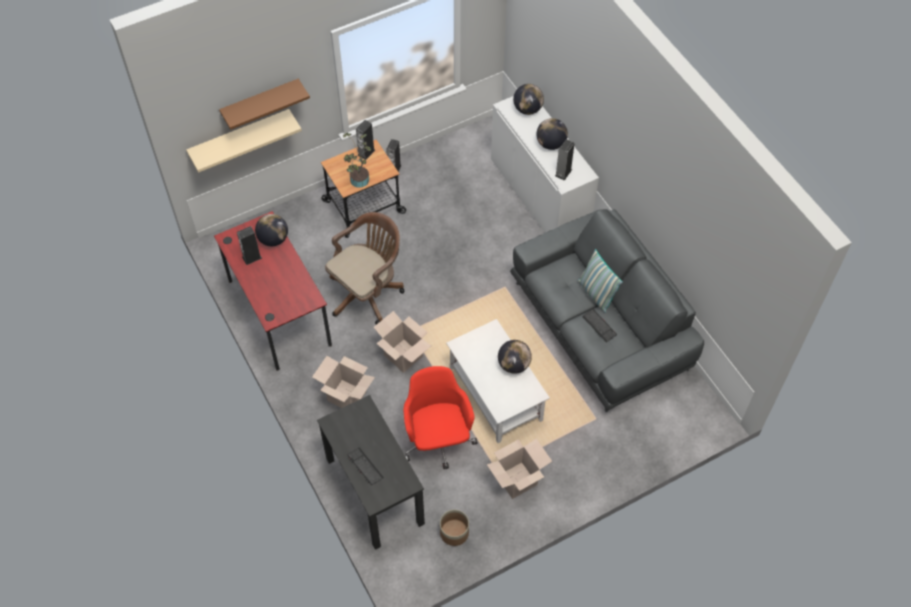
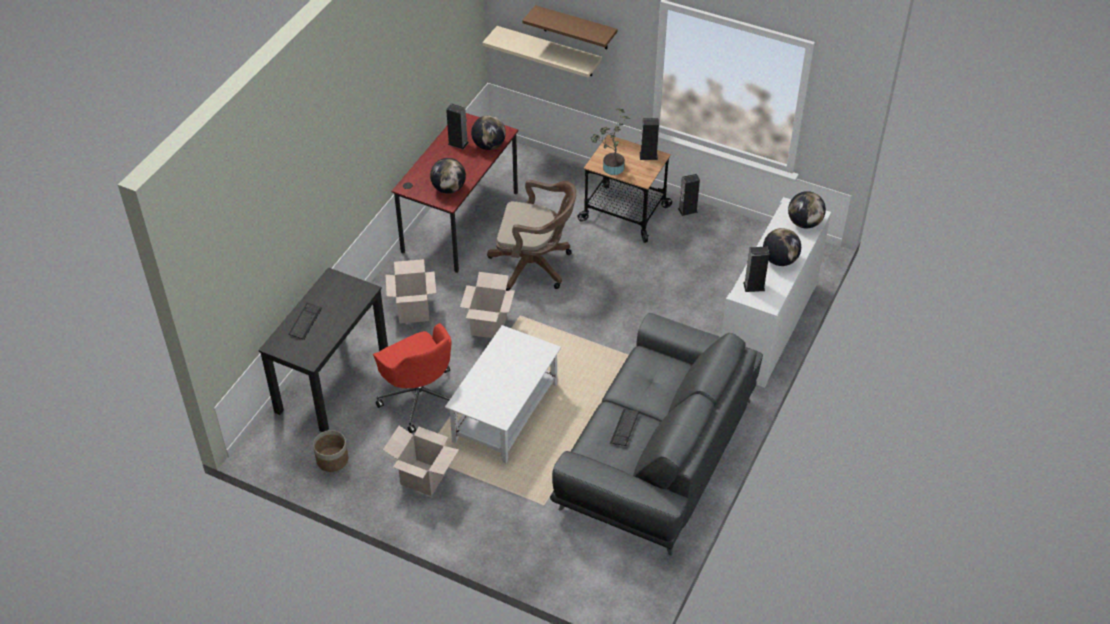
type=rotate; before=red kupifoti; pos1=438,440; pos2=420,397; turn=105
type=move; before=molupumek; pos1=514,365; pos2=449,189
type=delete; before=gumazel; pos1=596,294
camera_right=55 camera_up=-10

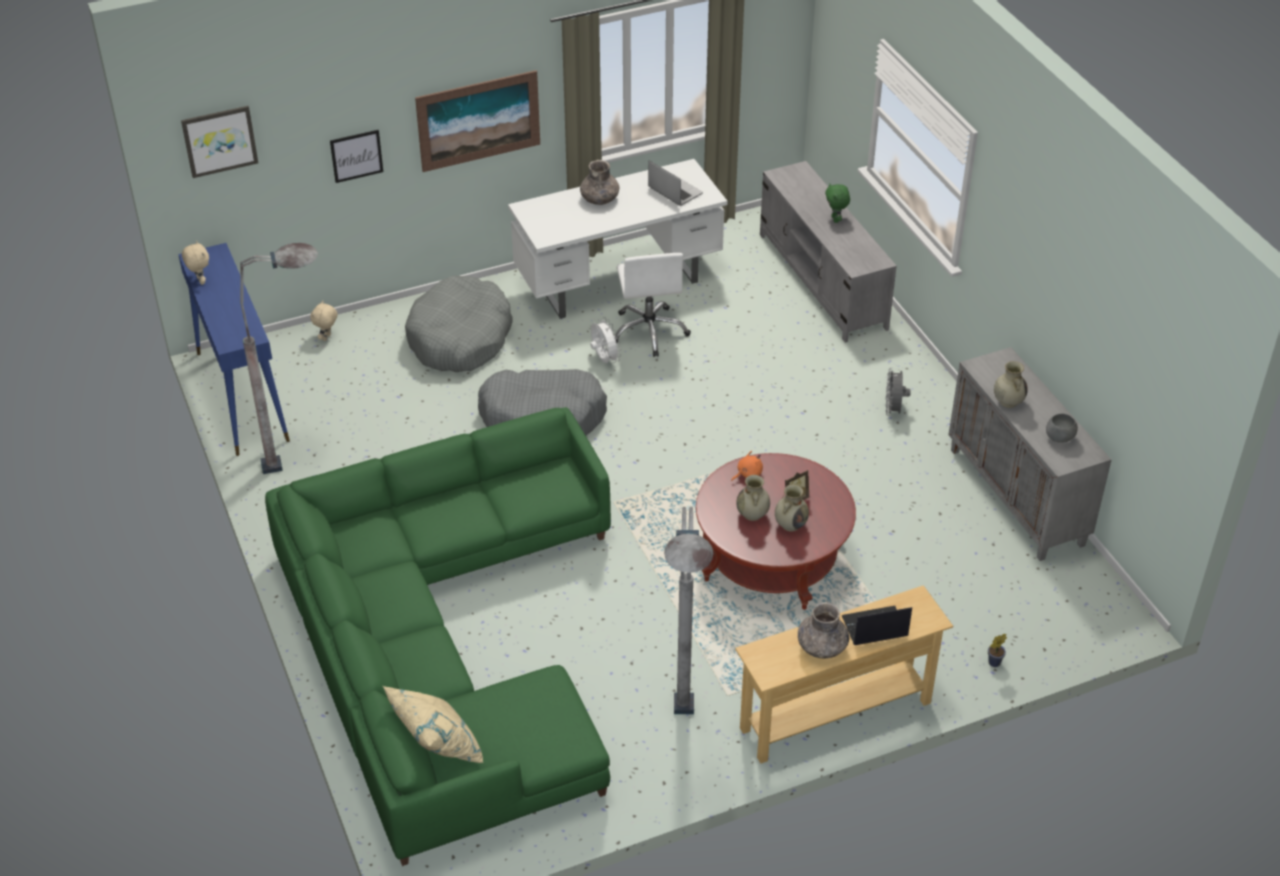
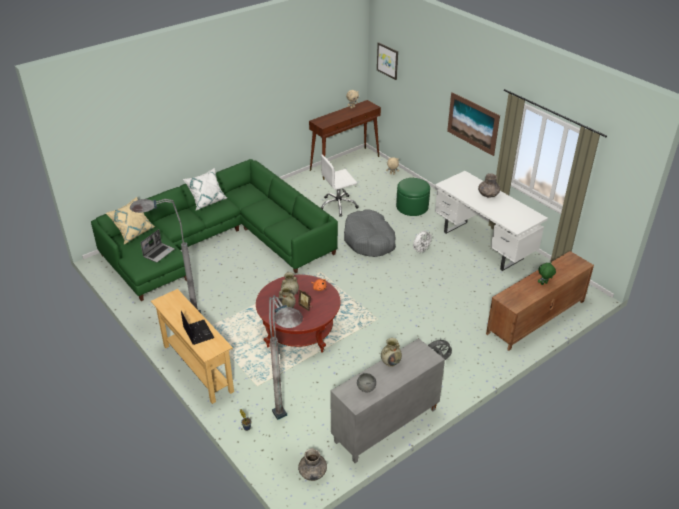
type=move; before=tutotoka; pos1=674,191; pos2=159,253
type=insert; after=white gumazel; pos2=207,201
type=move; before=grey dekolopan; pos1=311,460; pos2=290,431
type=move; before=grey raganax; pos1=821,647; pos2=312,472
type=recolor; before=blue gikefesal; after=brown gikefesal; pos1=241,395; pos2=345,163
type=move; before=white kupifoti; pos1=649,331; pos2=338,205
type=replace; before=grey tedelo; after=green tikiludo; pos1=460,338; pos2=412,207
type=recolor; before=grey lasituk; after=brown lasituk; pos1=822,281; pos2=535,317
type=delete; before=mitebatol; pos1=356,156
camera_right=75 camera_up=-5

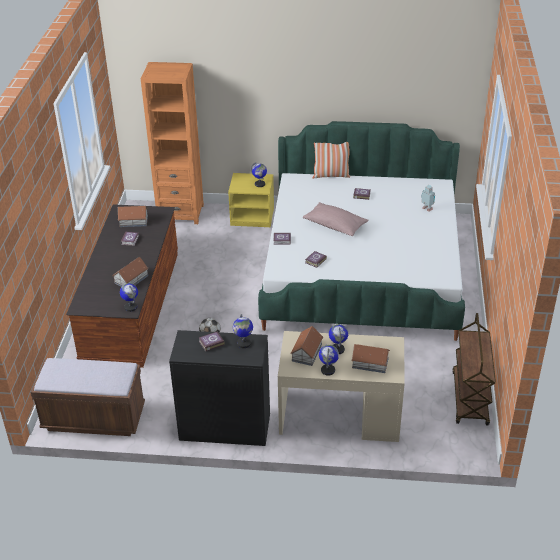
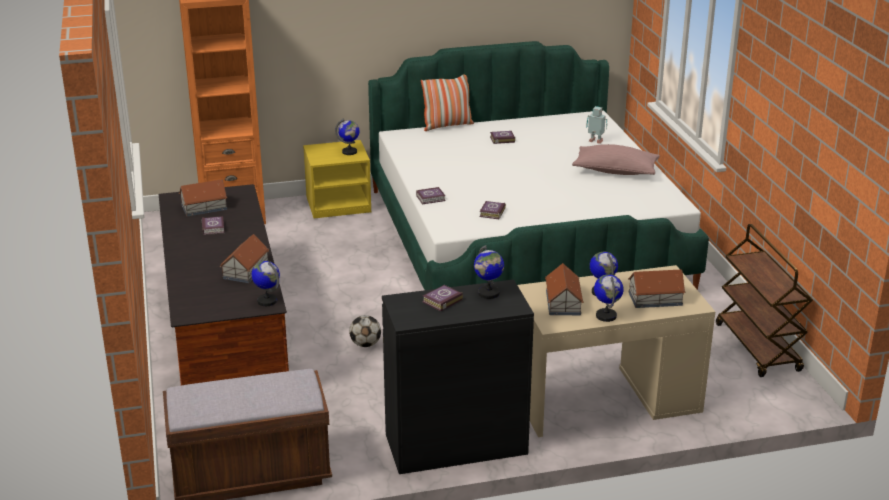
type=move; before=pink gumazel; pos1=335,226; pos2=615,171
camera_right=-20 camera_up=-10

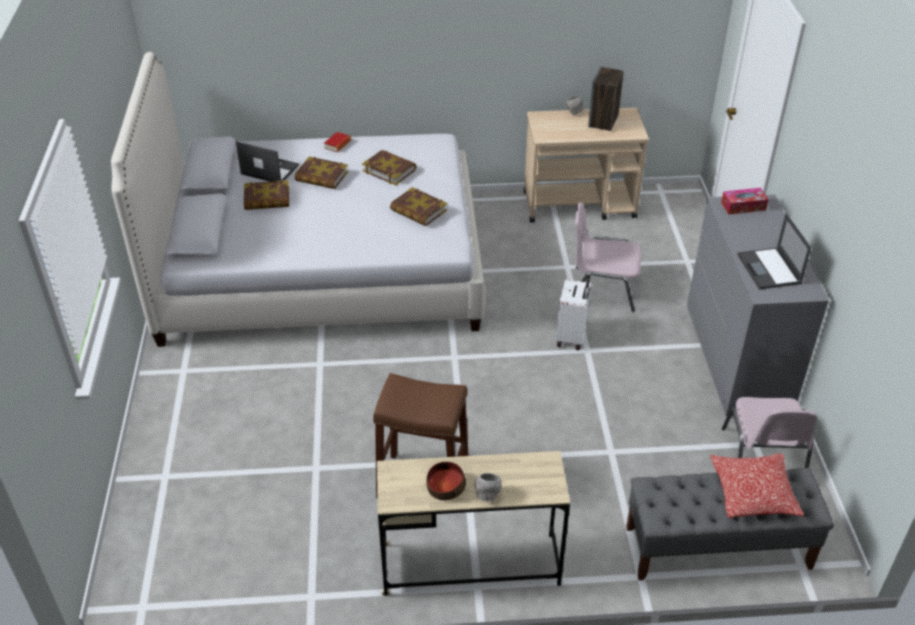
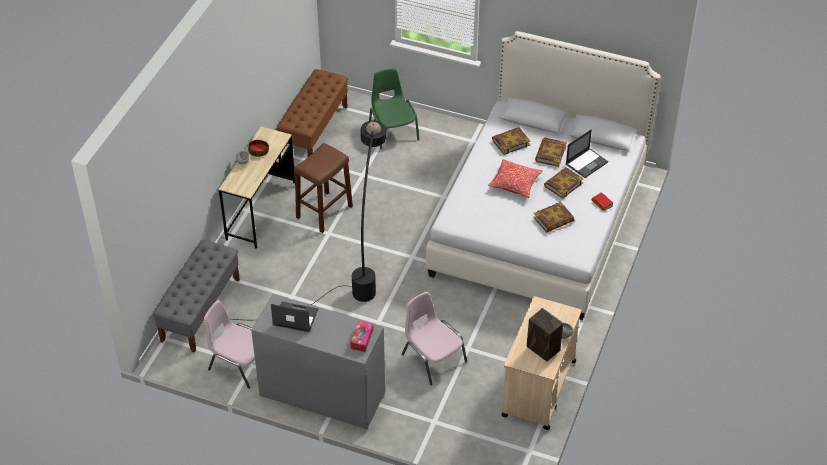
type=insert; after=black dekolopan; pos2=354,271
type=insert; after=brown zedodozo; pos2=314,131
type=insert; after=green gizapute; pos2=393,130
type=rotate; before=pink gizapute; pos1=603,288; pos2=433,358; turn=-75
type=move; before=gumazel; pos1=753,493; pos2=515,183
type=move; before=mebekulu; pos1=418,211; pos2=510,142
type=delete; before=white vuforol; pos1=572,337
camera_right=115 camera_up=5

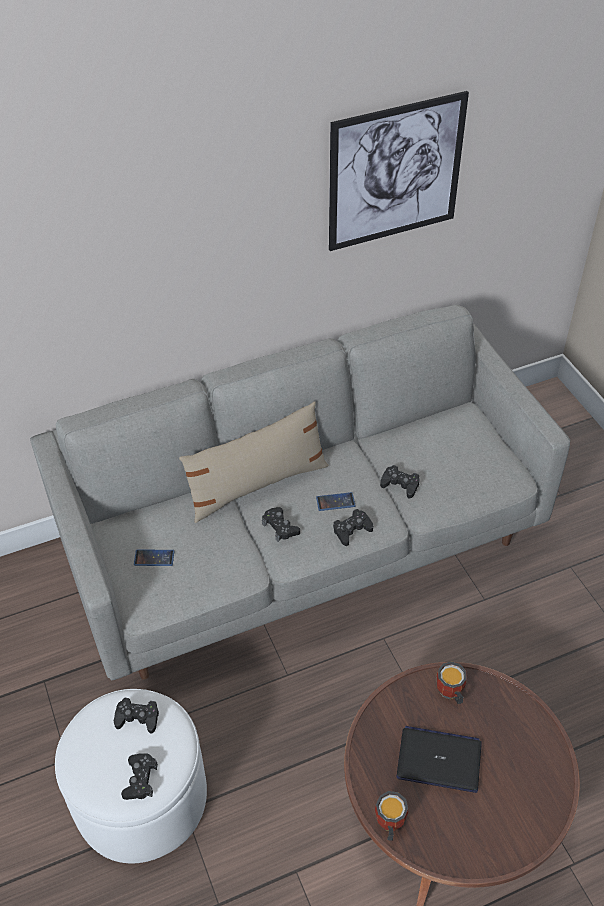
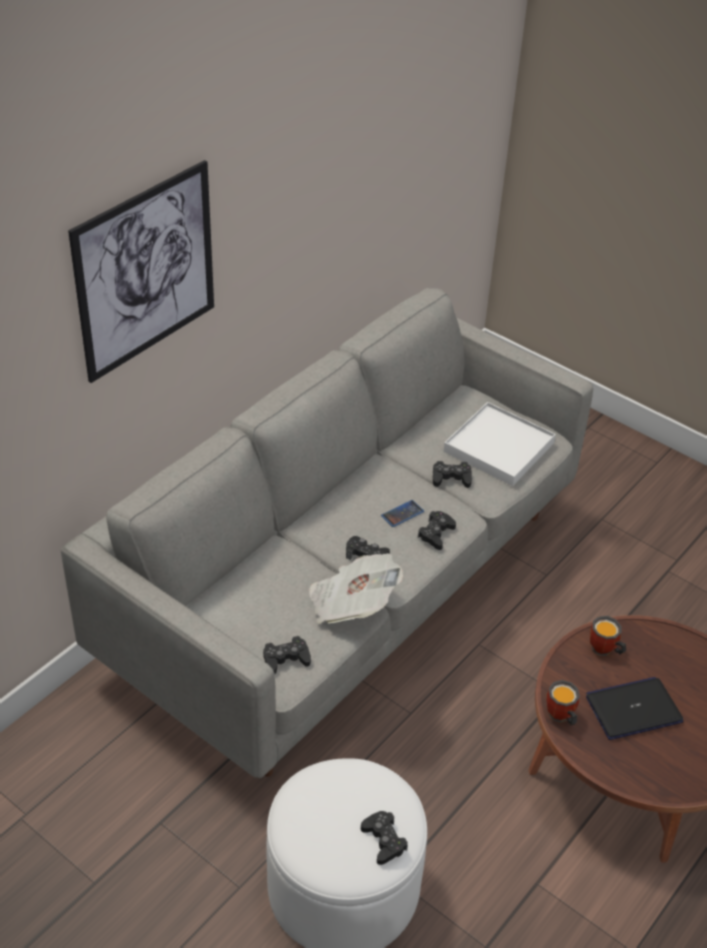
type=move; before=mitebatol; pos1=395,172; pos2=146,271
type=move; before=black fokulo; pos1=137,718; pos2=286,659
type=insert; after=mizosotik; pos2=352,604
type=insert; after=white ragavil; pos2=499,447
type=move; before=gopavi; pos1=388,825; pos2=559,717
type=delete; before=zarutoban; pos1=154,558
type=delete; before=beige gumazel; pos1=257,485
camera_right=-30 camera_up=-5

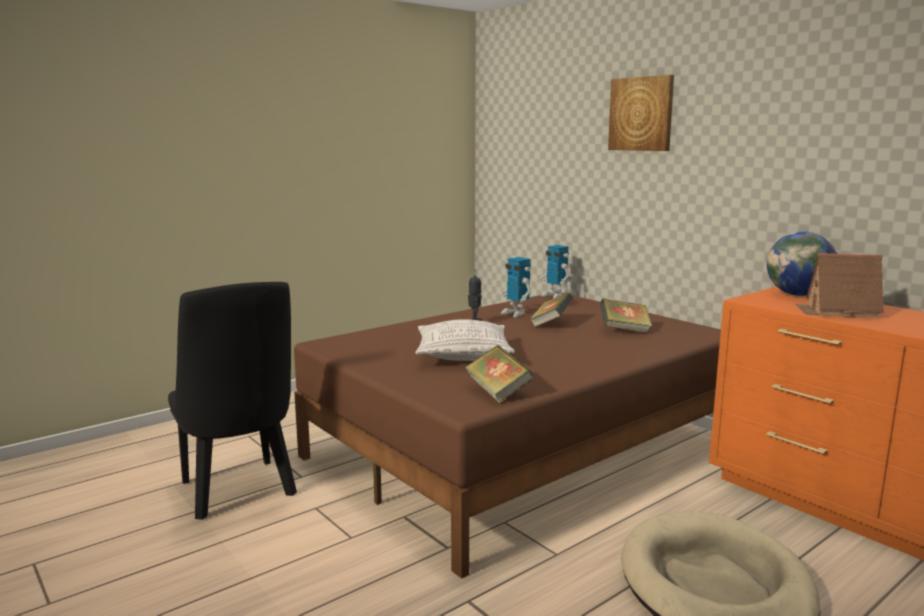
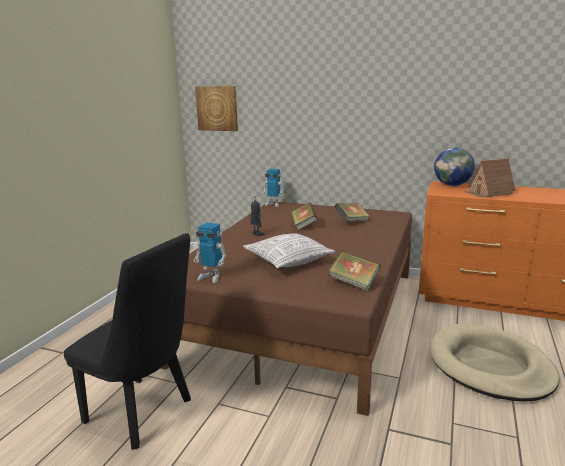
type=move; before=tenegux; pos1=515,313; pos2=211,277
type=move; before=mitebatol; pos1=641,114; pos2=217,108
camera_right=-30 camera_up=5

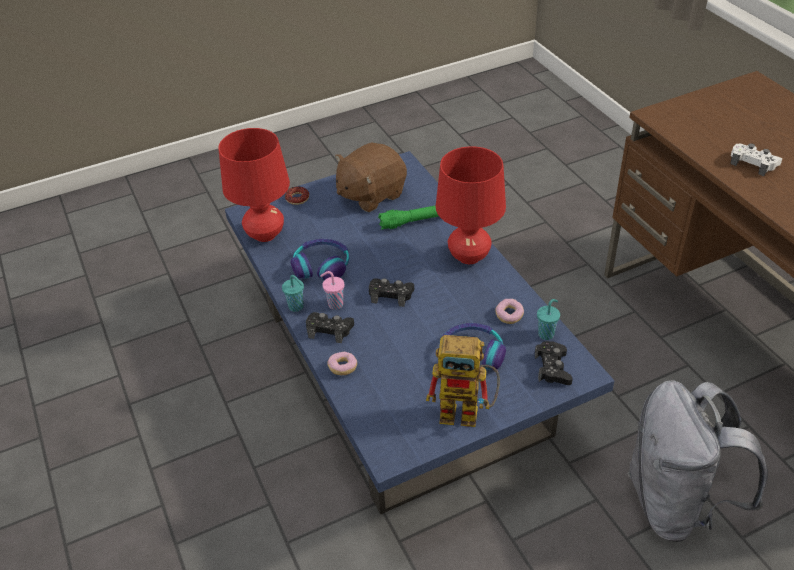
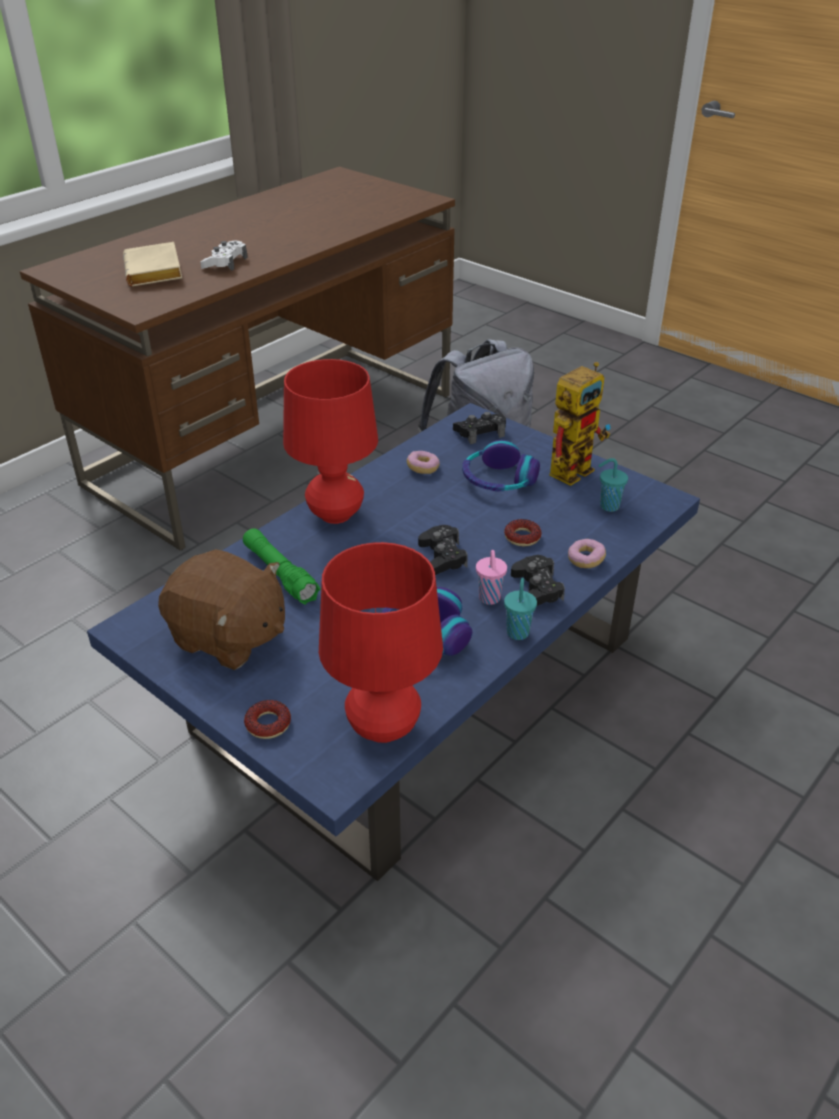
type=insert; after=beige mebekulu; pos2=156,272
type=insert; after=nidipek; pos2=522,537
type=rotate; before=tenegux; pos1=468,412; pos2=574,467; turn=60
type=move; before=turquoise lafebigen; pos1=546,334; pos2=608,506
camera_right=-115 camera_up=-5

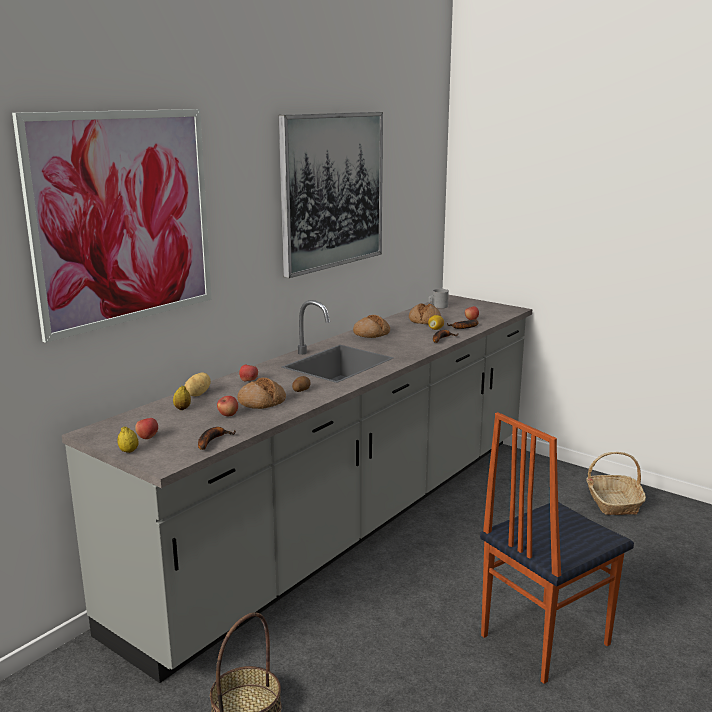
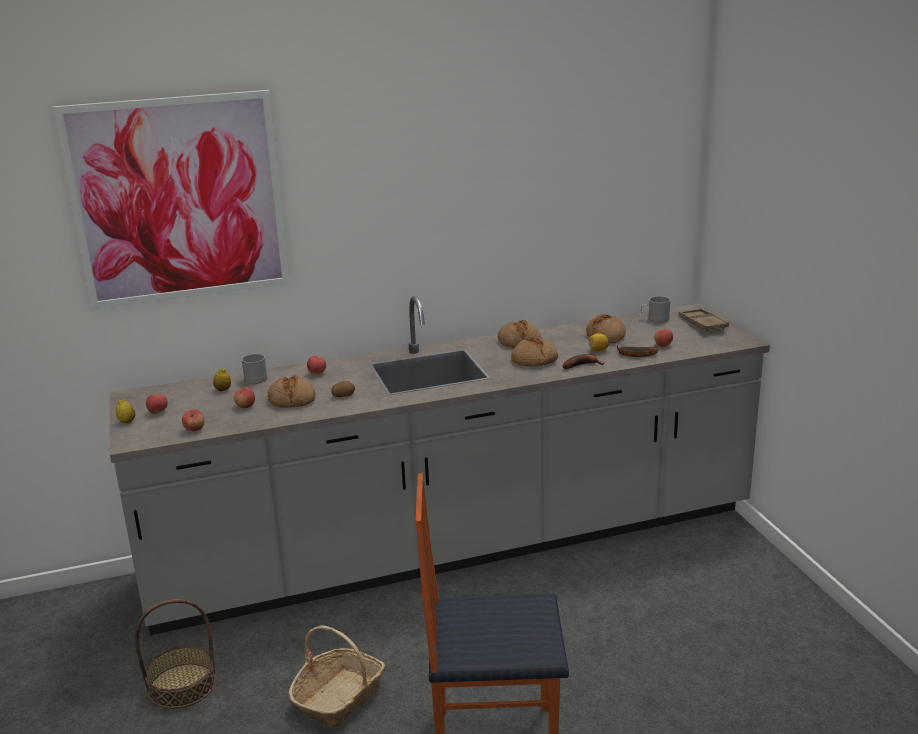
type=replace; before=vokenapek; after=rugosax; pos1=212,441; pos2=194,429
type=replace; before=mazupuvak; after=grey gopavi; pos1=197,394; pos2=255,377
type=move; before=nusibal; pos1=613,502; pos2=339,696
type=insert; after=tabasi; pos2=534,360
type=insert; after=brown ragavil; pos2=702,324
type=delete; before=mitebatol; pos1=332,191
camera_right=35 camera_up=5

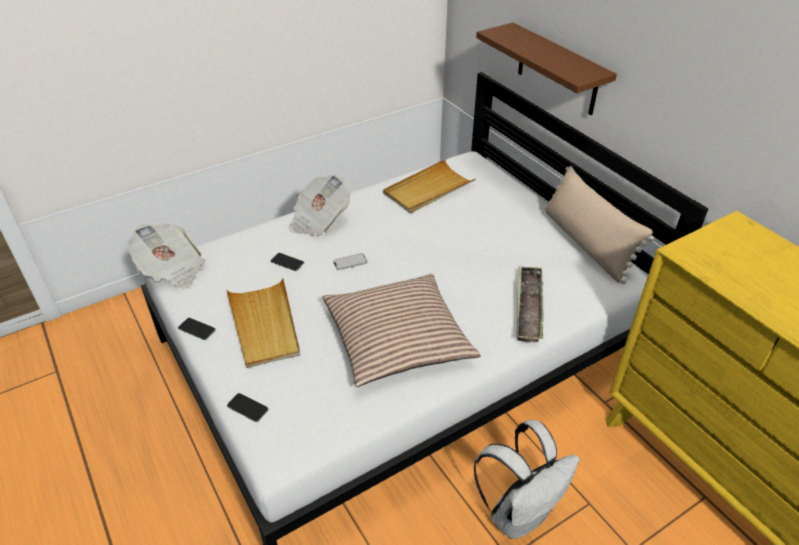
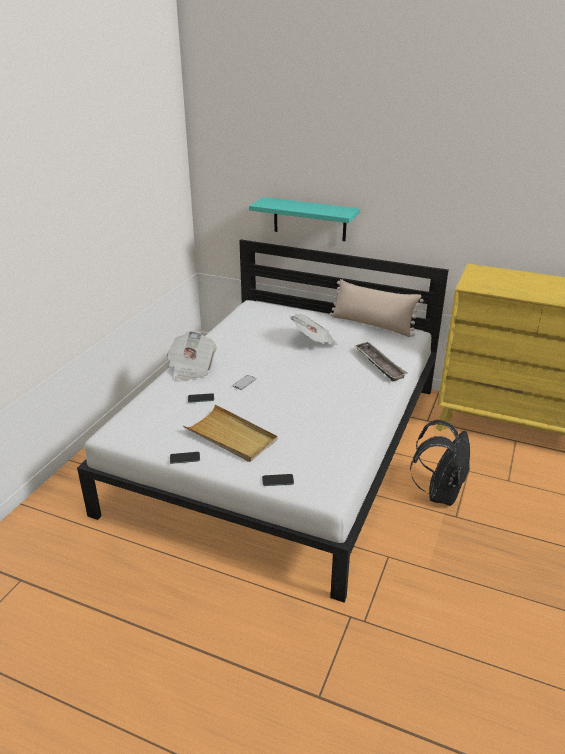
type=recolor; before=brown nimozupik; after=turquoise nimozupik; pos1=557,70; pos2=309,219
type=move; before=mizosotik; pos1=171,270; pos2=313,341
type=recolor; before=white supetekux; after=black supetekux; pos1=519,513; pos2=439,493
type=delete; before=gumazel; pos1=398,339
type=delete; before=beige ragavil; pos1=428,189
camera_right=-35 camera_up=-10

